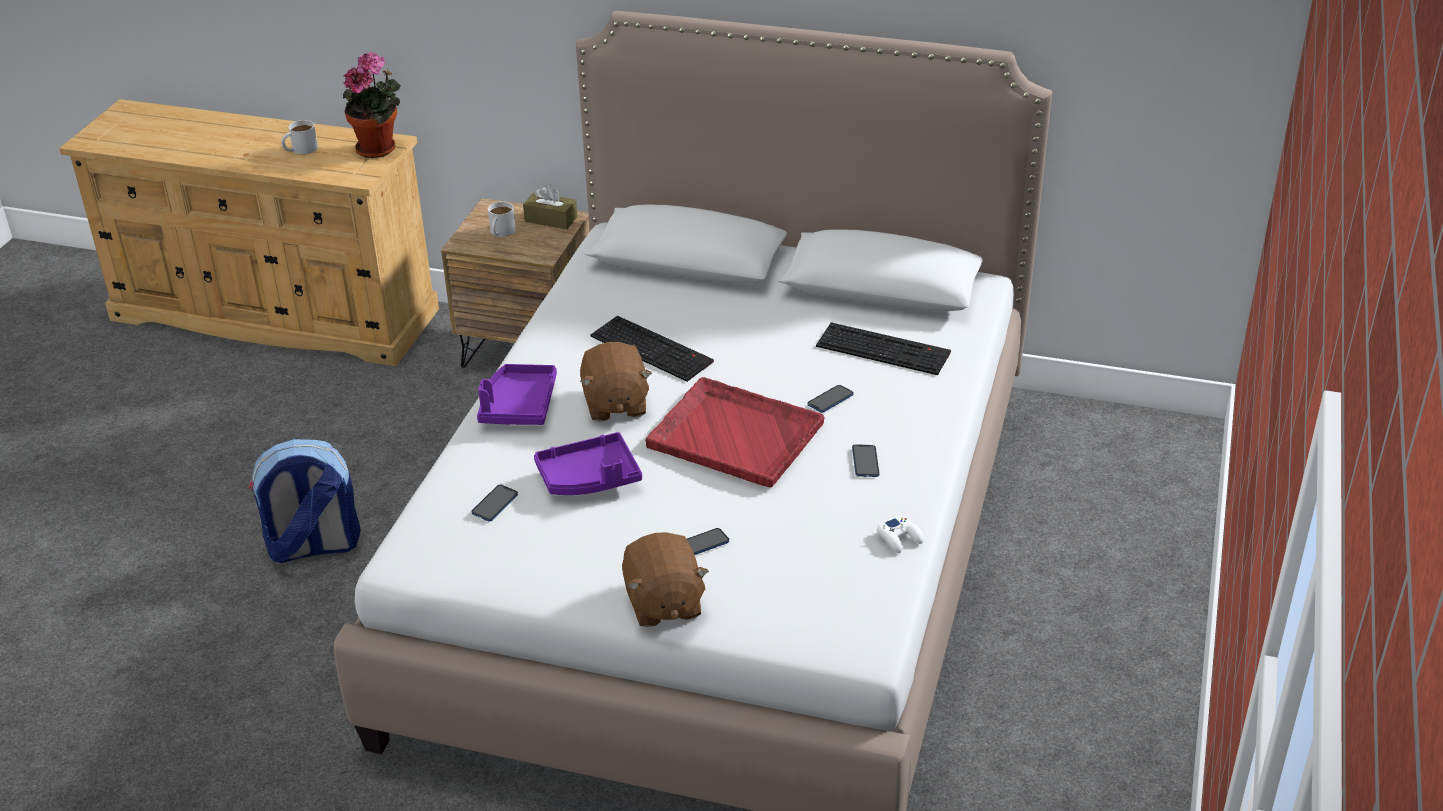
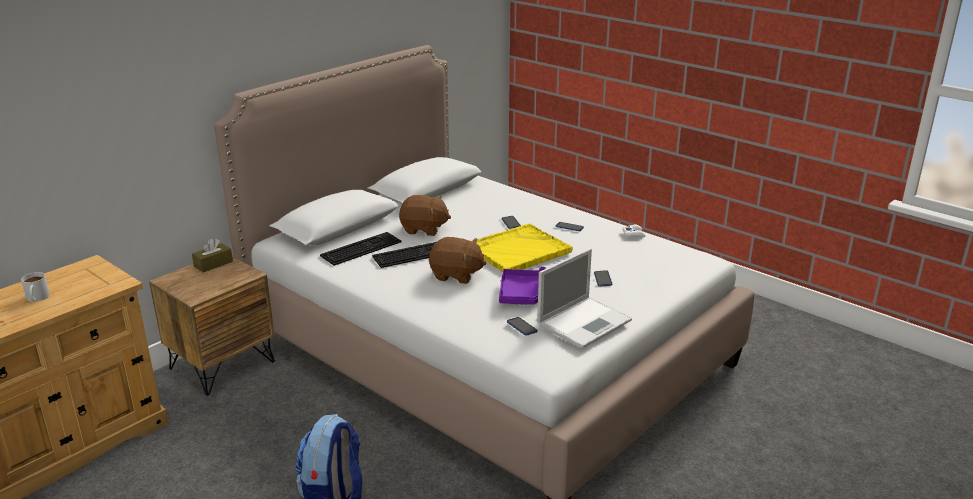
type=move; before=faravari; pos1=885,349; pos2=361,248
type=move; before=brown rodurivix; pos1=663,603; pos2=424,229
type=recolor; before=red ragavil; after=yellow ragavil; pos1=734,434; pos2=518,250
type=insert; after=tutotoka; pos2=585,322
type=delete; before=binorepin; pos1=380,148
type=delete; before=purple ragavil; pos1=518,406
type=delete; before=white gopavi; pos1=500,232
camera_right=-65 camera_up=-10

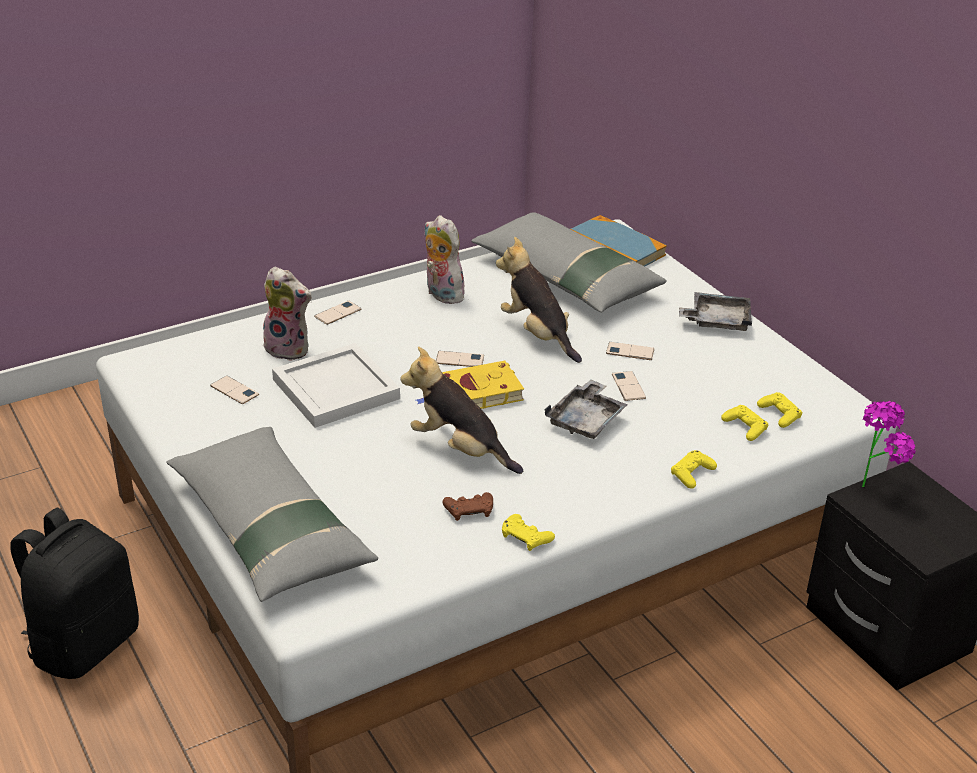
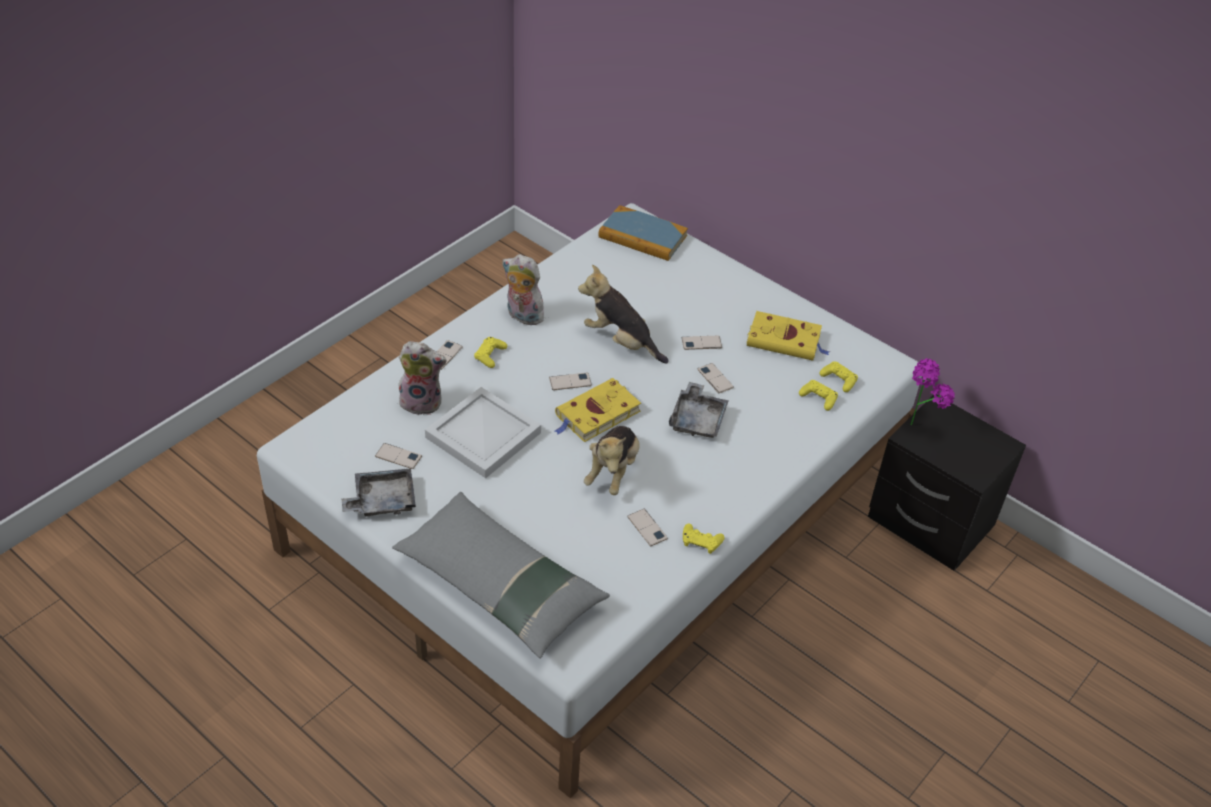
type=move; before=grey ragavil; pos1=717,321; pos2=382,500
type=move; before=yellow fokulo; pos1=692,474; pos2=490,355
type=rotate; before=rodurivix; pos1=460,449; pos2=612,471; turn=-90
type=replace; before=brown fokulo; after=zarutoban; pos1=469,510; pos2=647,527
type=insert; after=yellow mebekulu; pos2=786,340
type=delete; before=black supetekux; pos1=84,644
type=delete; before=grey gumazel; pos1=565,278
camera_right=-20 camera_up=10

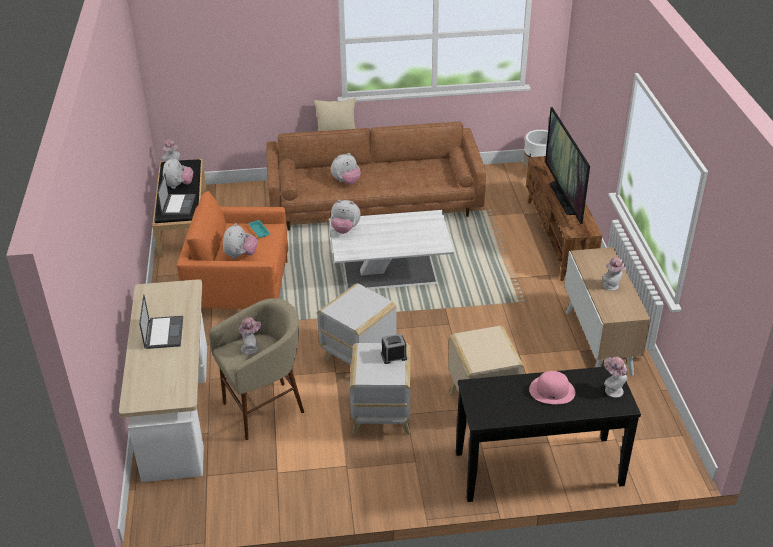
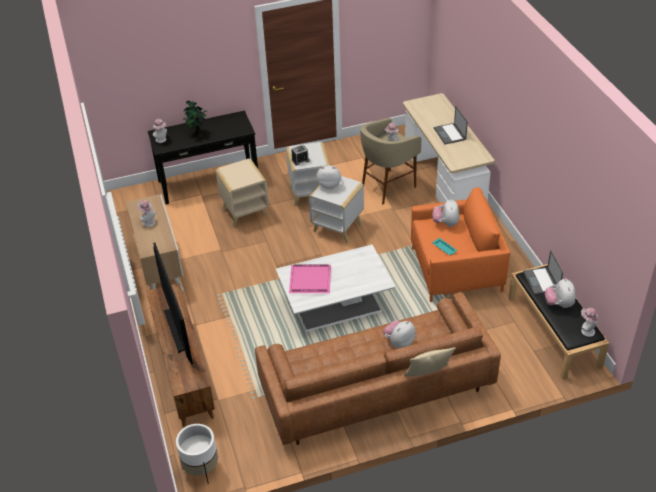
type=replace; before=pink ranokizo; after=binorepin; pos1=552,390; pos2=198,134
type=insert; after=pink ragavil; pos2=309,280
type=move; before=rodurivix; pos1=345,229; pos2=329,185
camera_right=170 camera_up=5

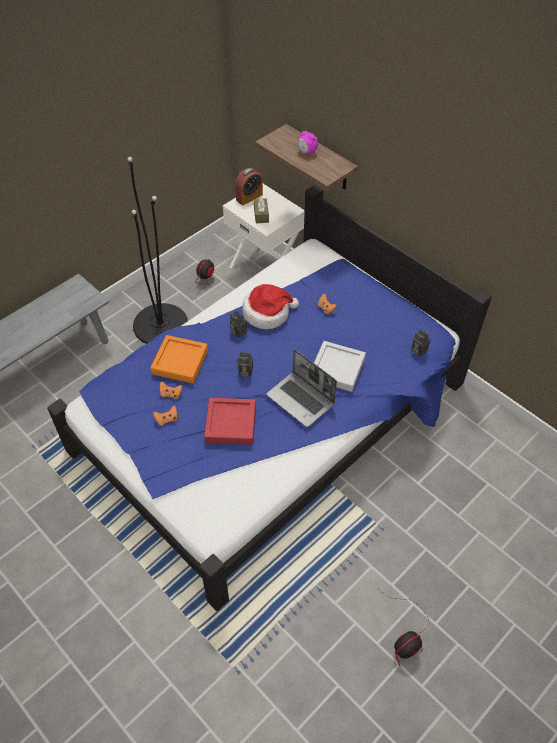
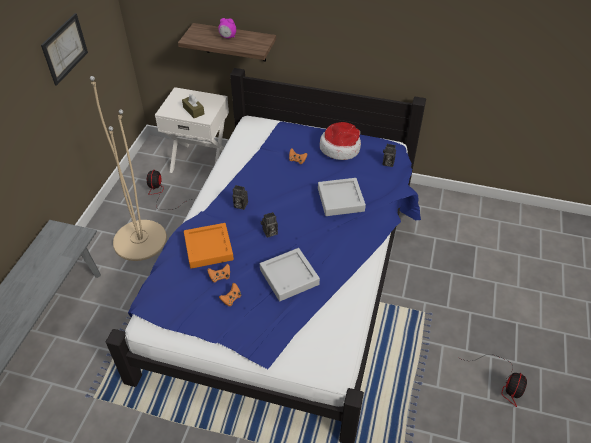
type=insert; after=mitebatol; pos2=64,48
type=recolor; before=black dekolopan; after=beige dekolopan; pos1=160,324; pos2=140,240
type=recolor; before=red ragavil; after=grey ragavil; pos1=231,424; pos2=289,277
type=move; before=ranokizo; pos1=267,313; pos2=340,148
type=delete; before=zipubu; pos1=249,197
type=delete; before=tutotoka; pos1=301,400
camera_right=-30 camera_up=-5

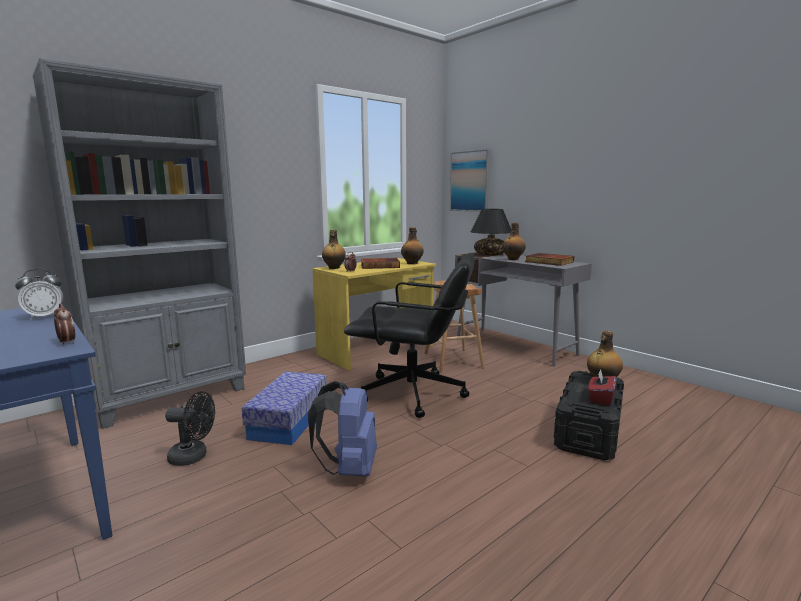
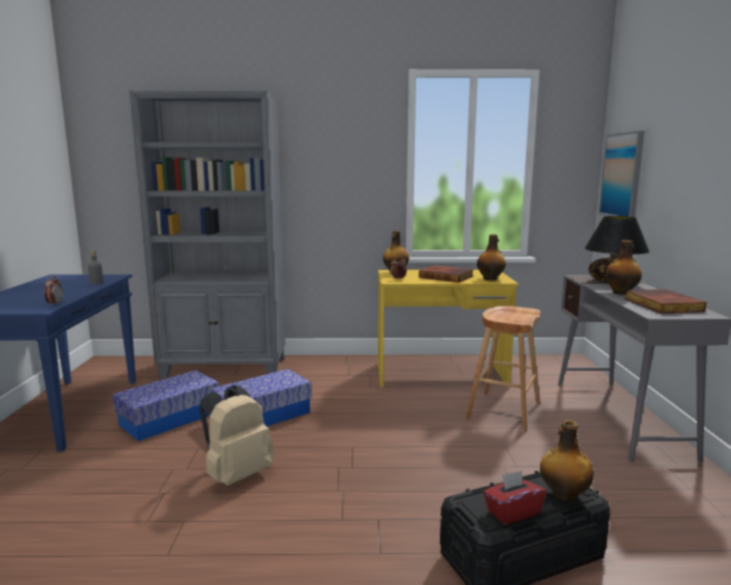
type=replace; before=zipubu; after=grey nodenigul; pos1=44,317; pos2=96,283
type=replace; before=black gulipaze; after=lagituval; pos1=194,457; pos2=170,418
type=recolor; before=blue supetekux; after=beige supetekux; pos1=349,469; pos2=237,475
type=delete; before=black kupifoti; pos1=413,394
camera_right=40 camera_up=0

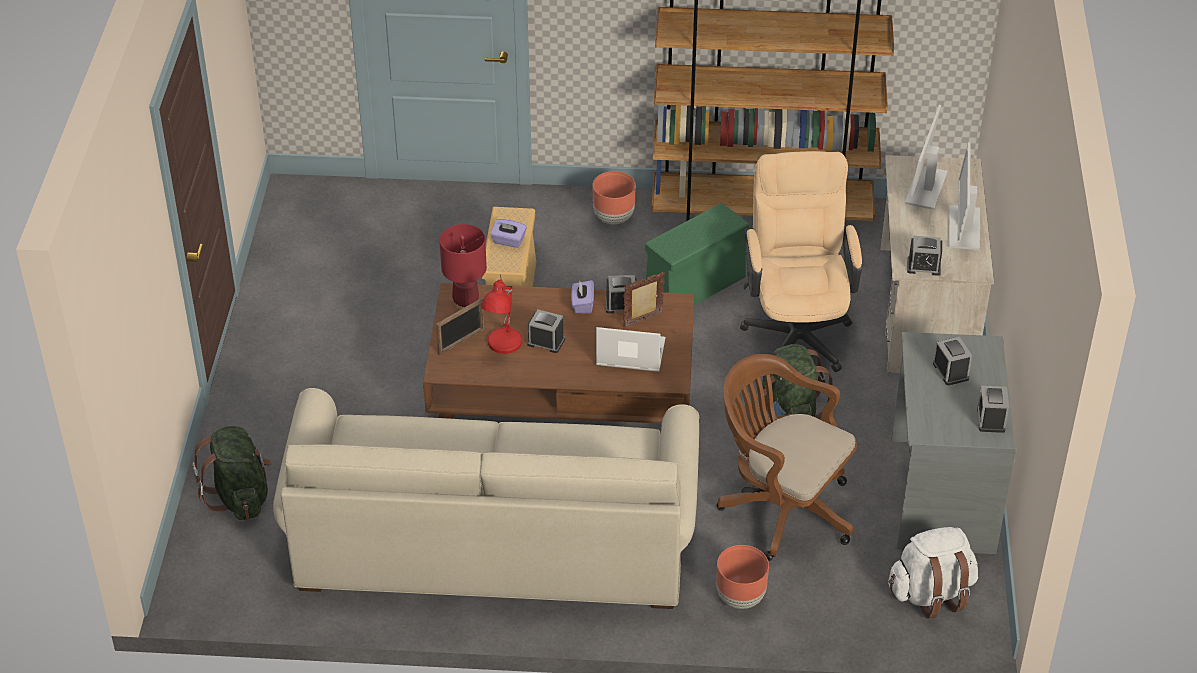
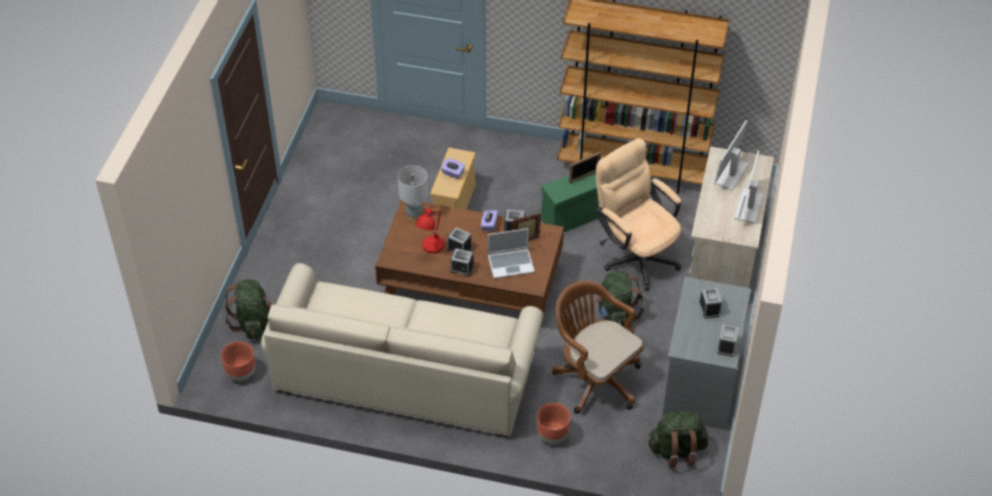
type=move; before=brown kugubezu; pos1=613,218; pos2=240,374
type=recolor; before=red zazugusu; after=grey zazugusu; pos1=466,303; pos2=414,214
type=move; before=zipubu; pos1=923,266; pos2=462,268
type=rotate; before=tutotoka; pos1=629,354; pos2=511,264; turn=150
type=move; before=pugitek; pos1=461,341; pos2=584,176
type=rotate; before=beige kupifoti; pos1=796,329; pos2=635,255; turn=-45
type=recolor; before=white supetekux; after=green supetekux; pos1=931,594; pos2=676,451
camera_right=10 camera_up=5

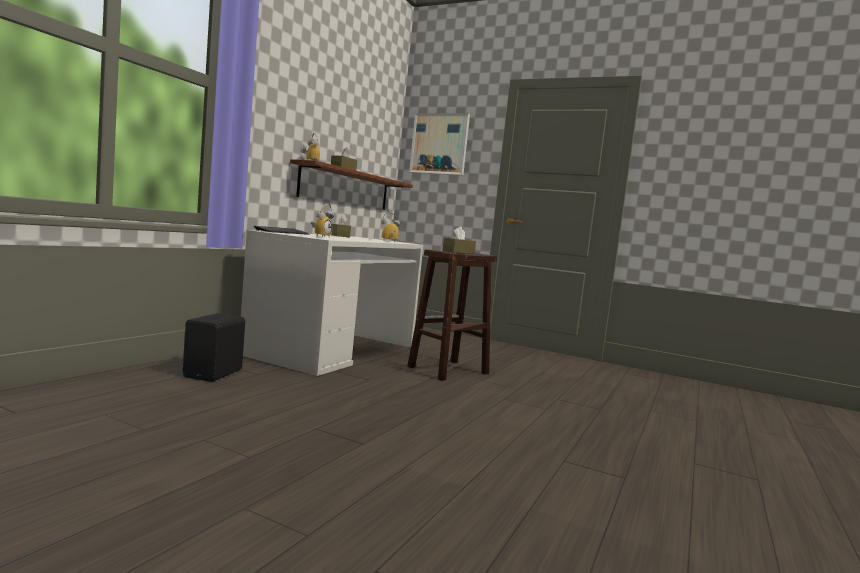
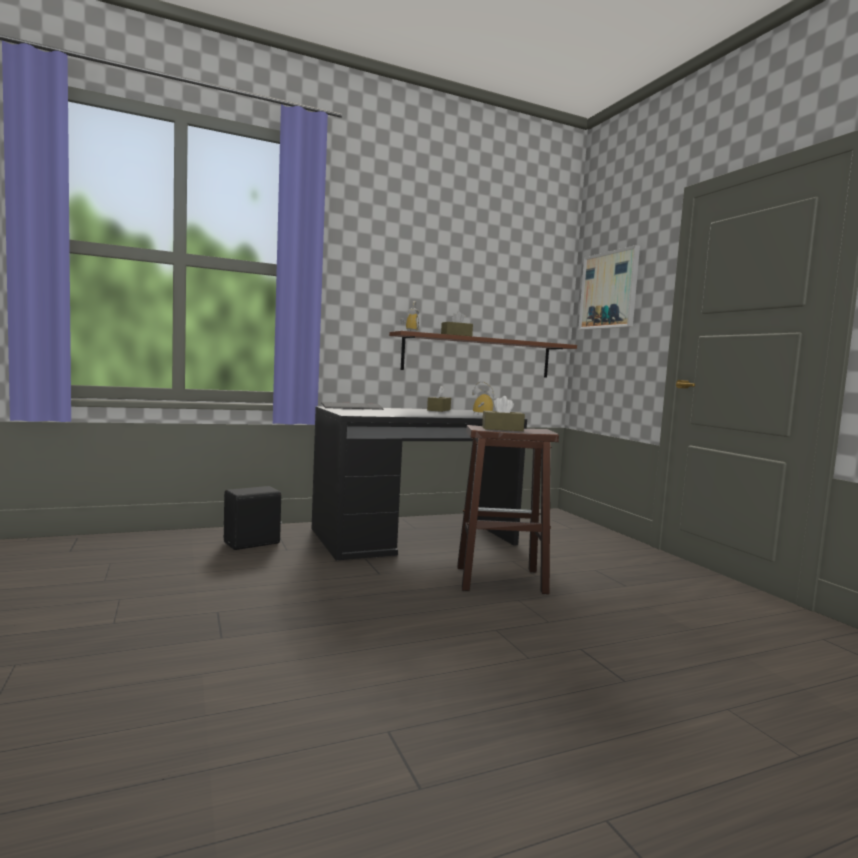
type=recolor; before=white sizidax; after=black sizidax; pos1=333,350; pos2=413,536
type=delete; before=zipubu; pos1=320,237
camera_right=40 camera_up=0

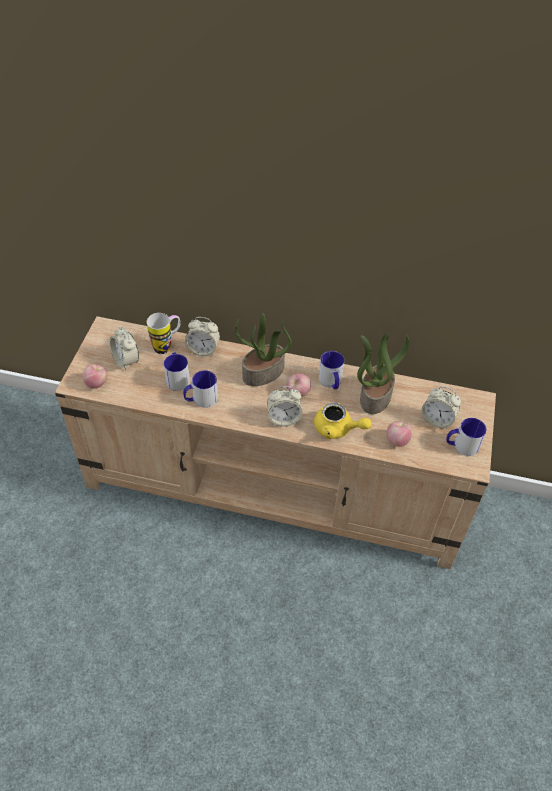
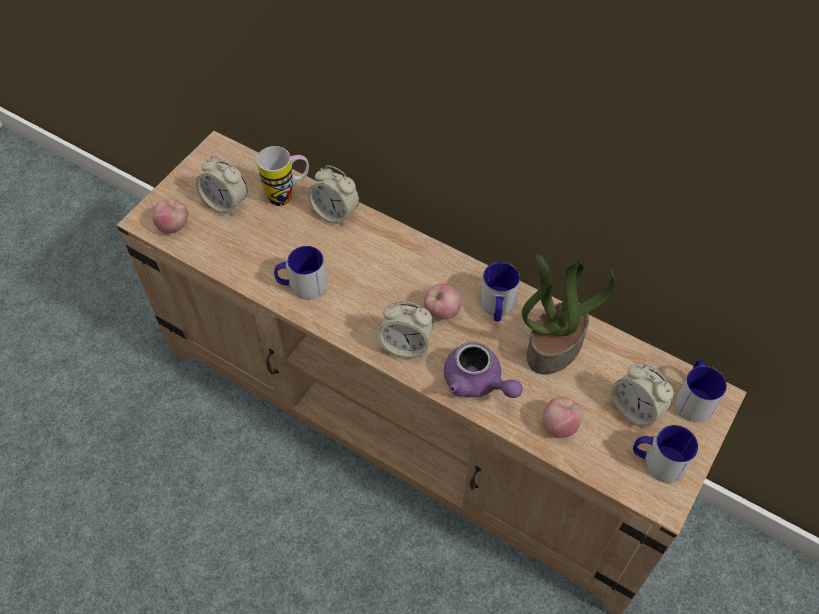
type=rotate; before=zipubu; pos1=126,360; pos2=225,203; turn=-45
type=recolor; before=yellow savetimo; after=purple savetimo; pos1=337,429; pos2=478,383
type=move; before=gopavi; pos1=177,378; pos2=693,398
type=delete; before=binorepin; pos1=263,373
camera_right=20 camera_up=5

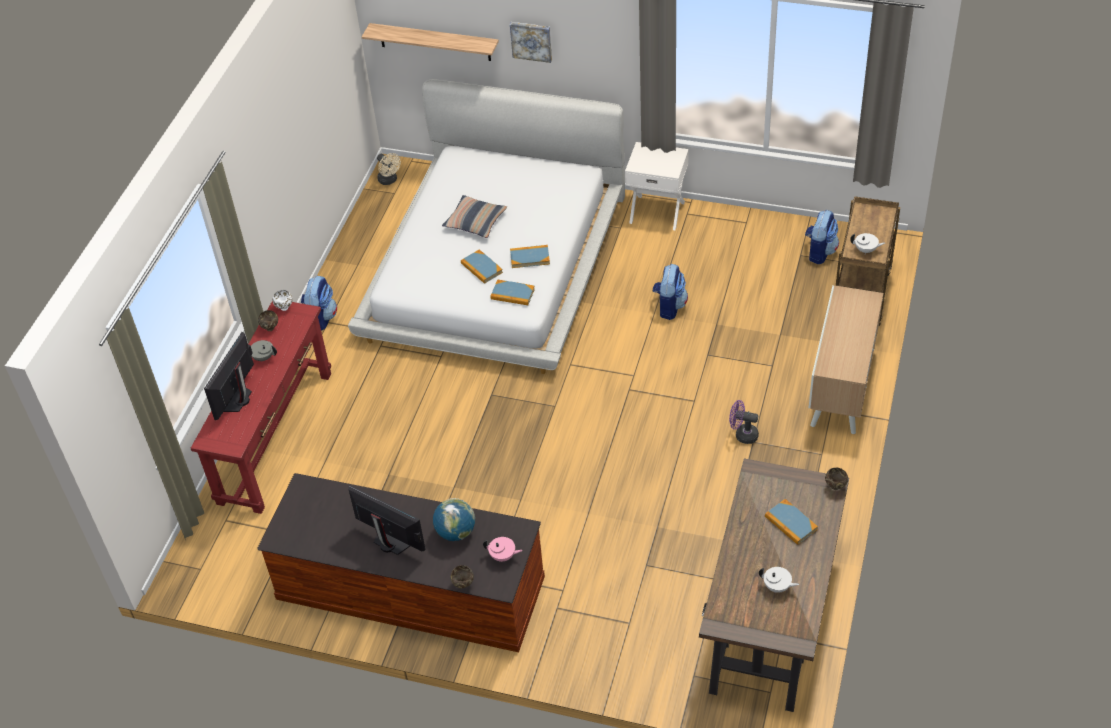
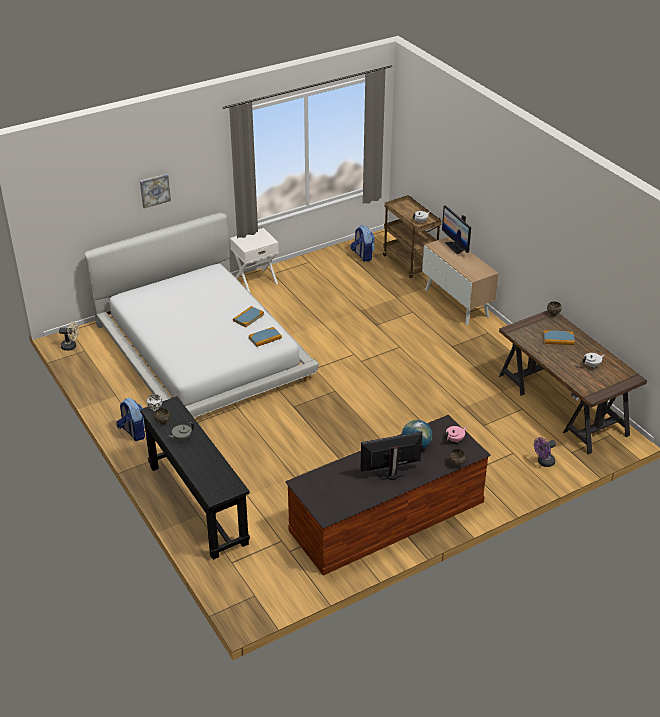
type=recolor; before=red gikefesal; after=black gikefesal; pos1=276,437; pos2=197,504
type=move; before=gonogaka; pos1=239,400; pos2=456,247
type=move; before=purple gulipaze; pos1=742,435; pos2=543,462
type=delete; before=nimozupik; pos1=434,42
type=delete; before=gumazel; pos1=475,222
type=delete; before=mebekulu; pos1=481,268
type=delete; before=supetekux; pos1=669,306
camera_right=-50 camera_up=-10

